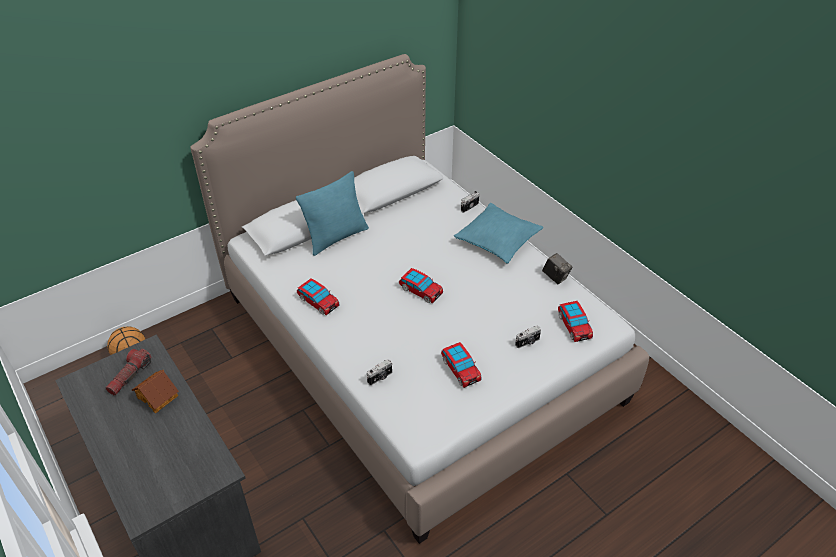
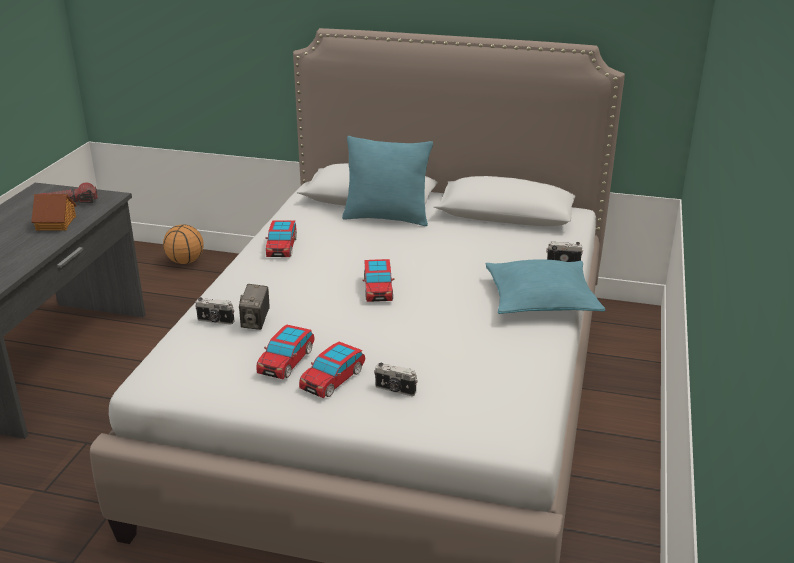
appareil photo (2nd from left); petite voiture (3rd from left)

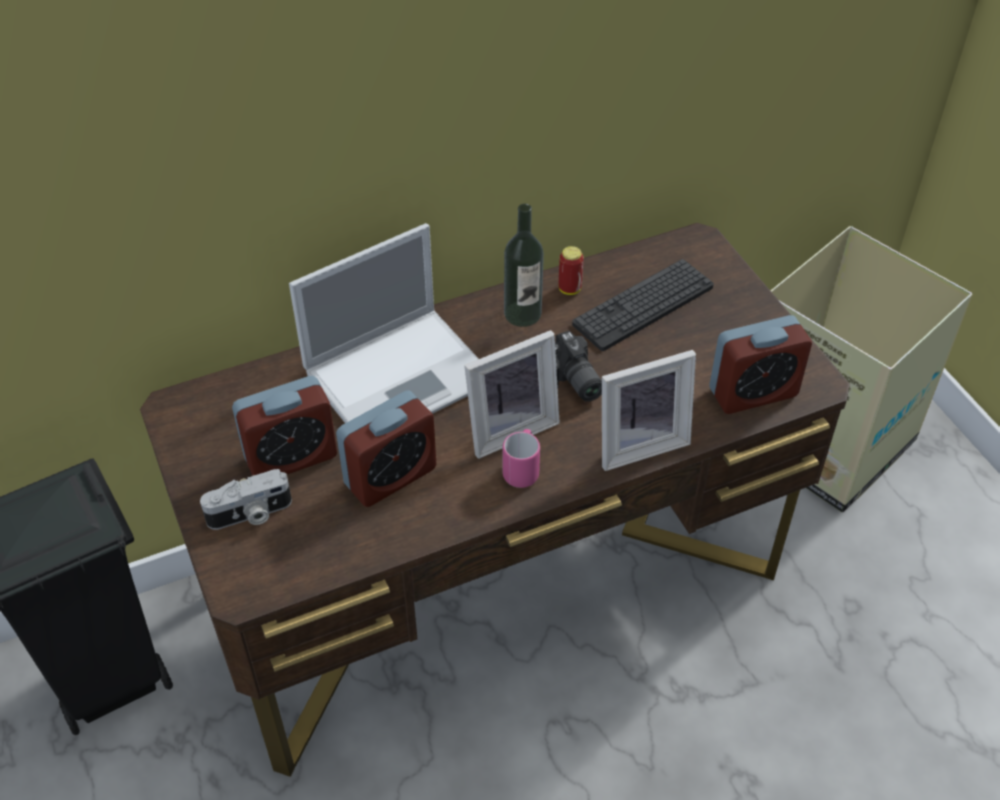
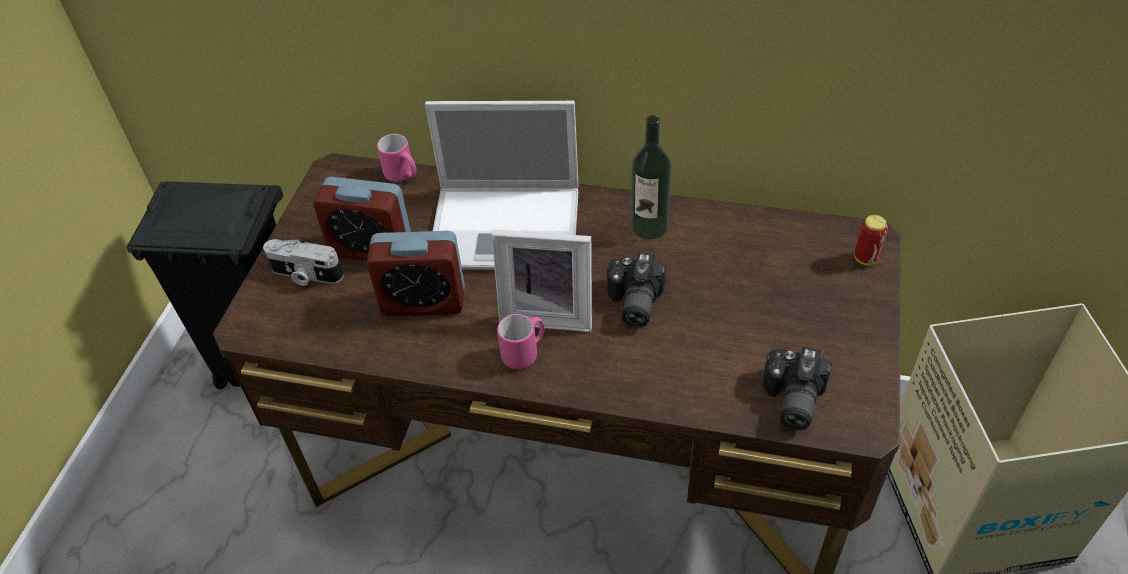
clavier; cadre photo (2nd from left in the first image); mug [rose] (1st from left); boîte métallique; appareil photo (3rd from left)

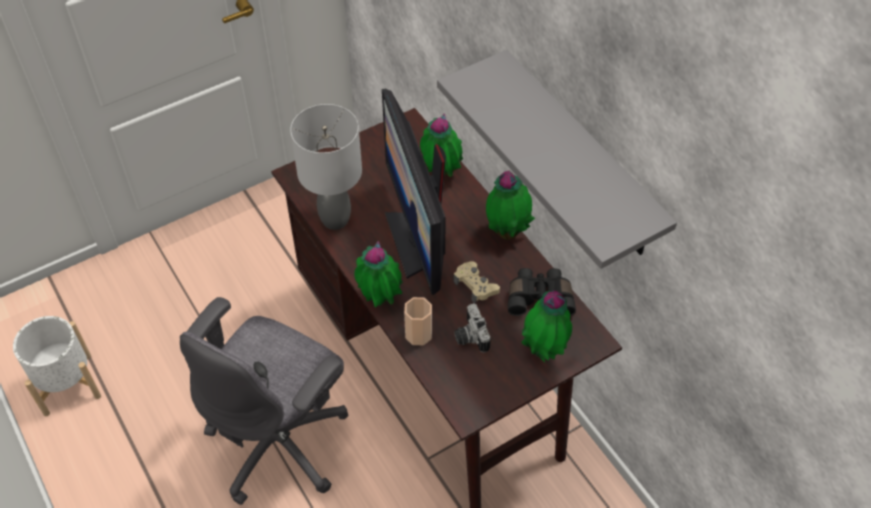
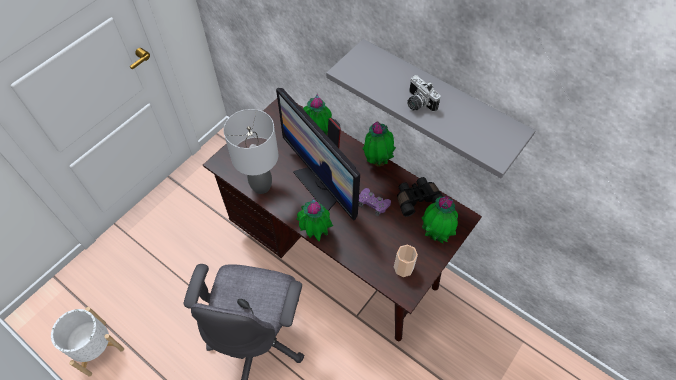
tasse; appareil photo; manette [violet]

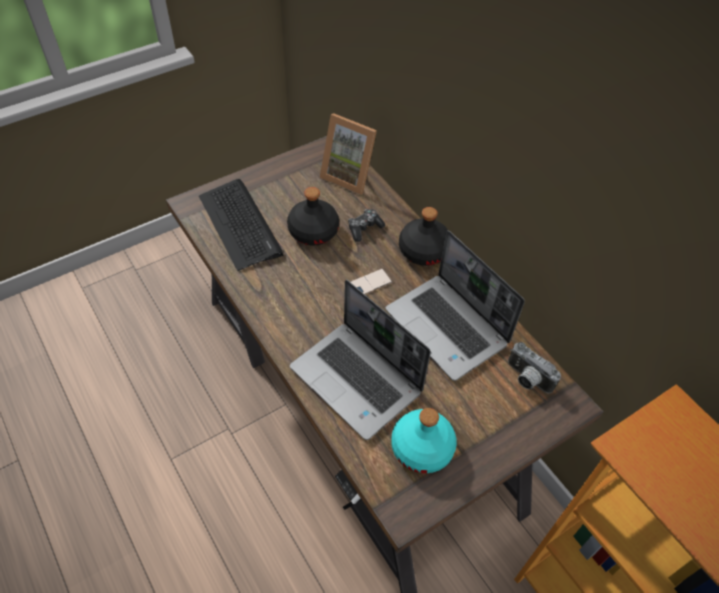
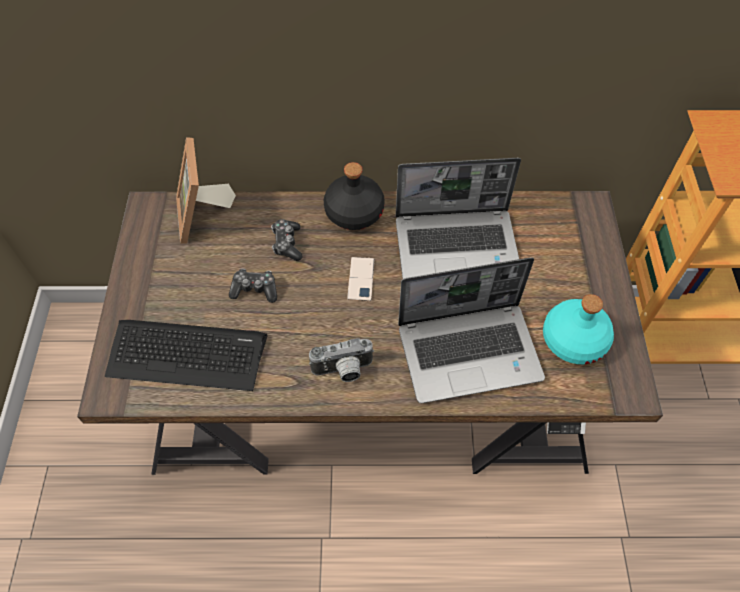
appareil photo; manette (1st from left); cadre photo

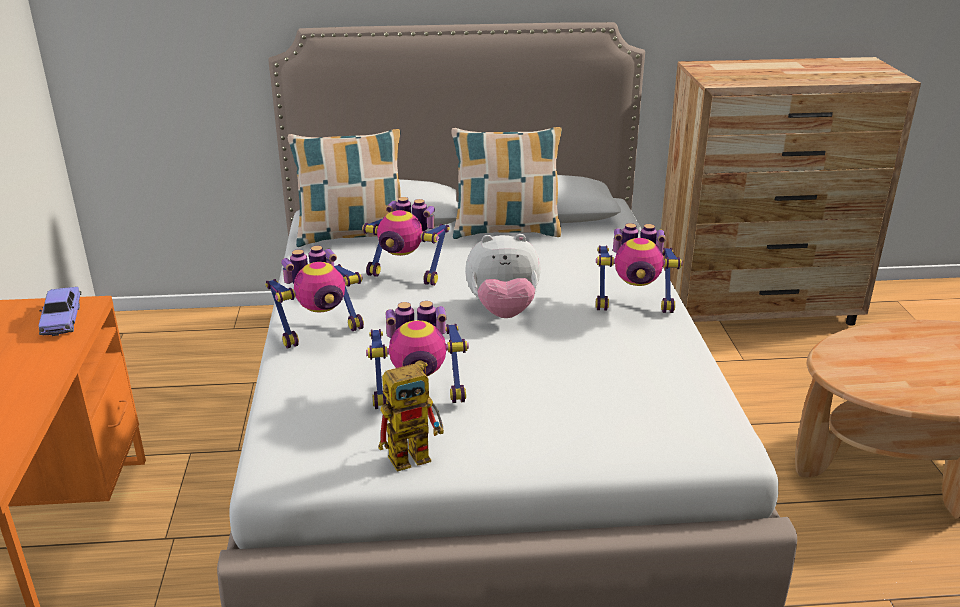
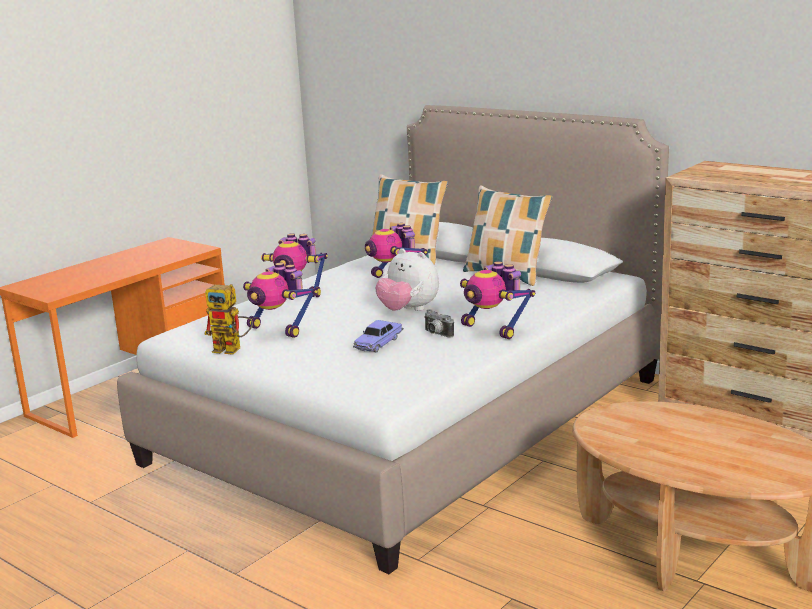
appareil photo; petite voiture

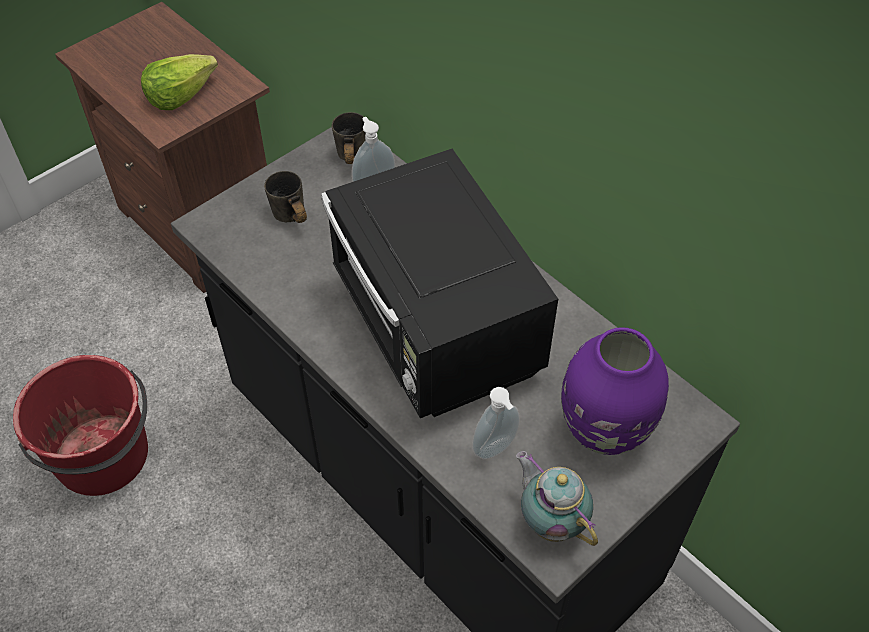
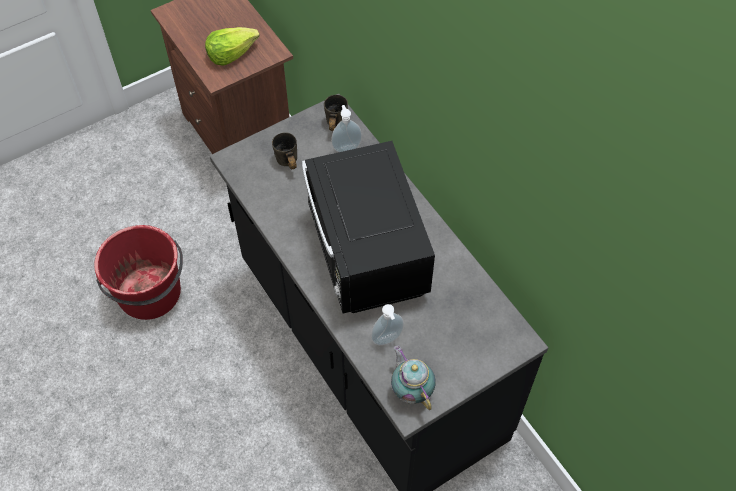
vase [violet]

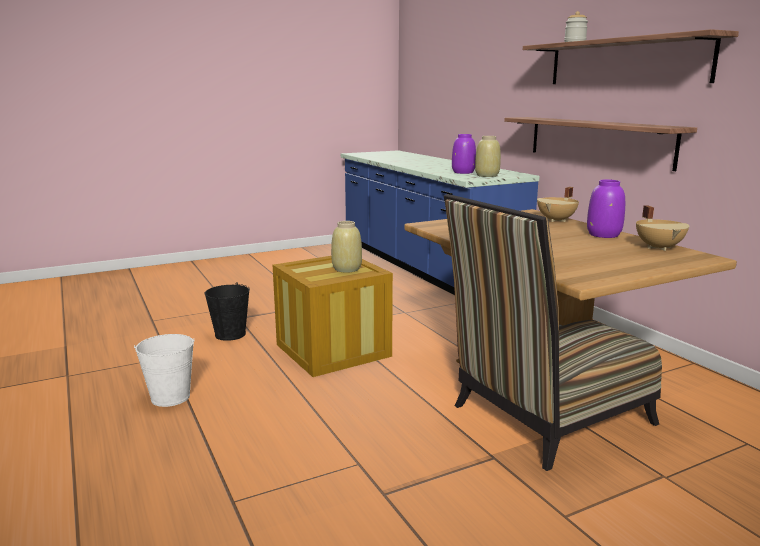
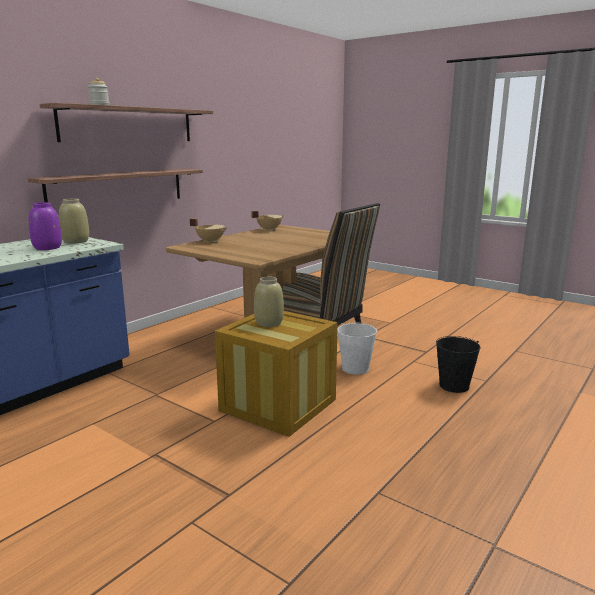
vase [violet] (2nd from left in the first image); seau [blanc]; seau [noir]

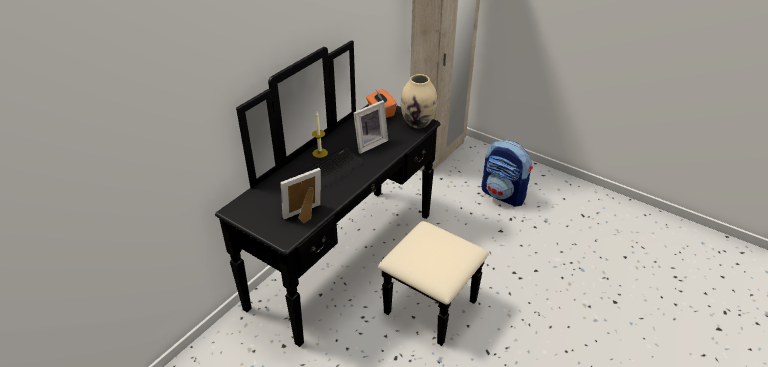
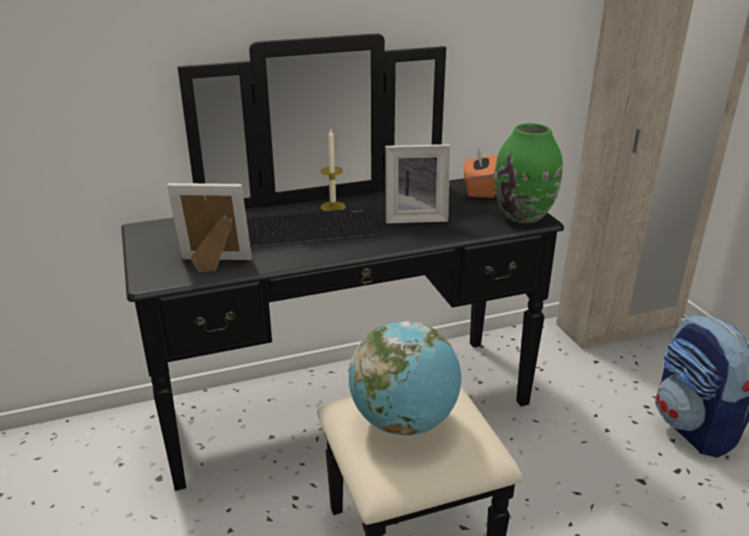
globe; vase [vert]

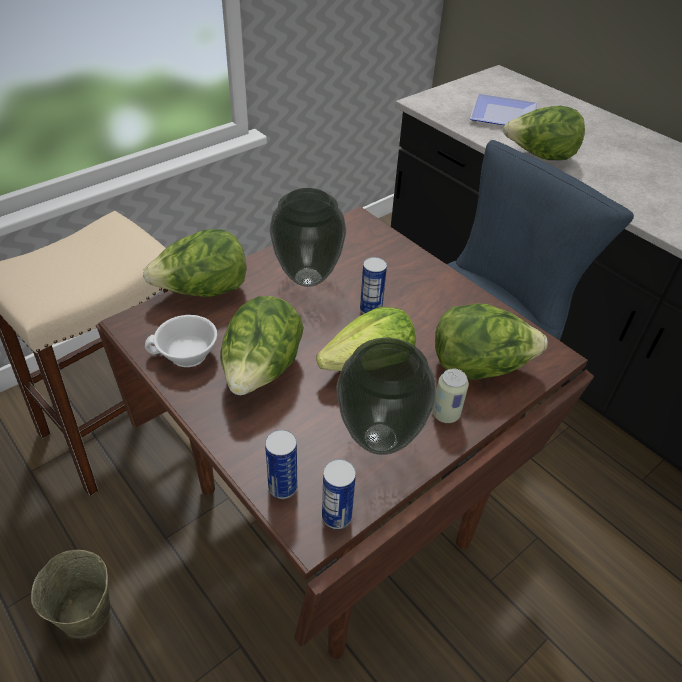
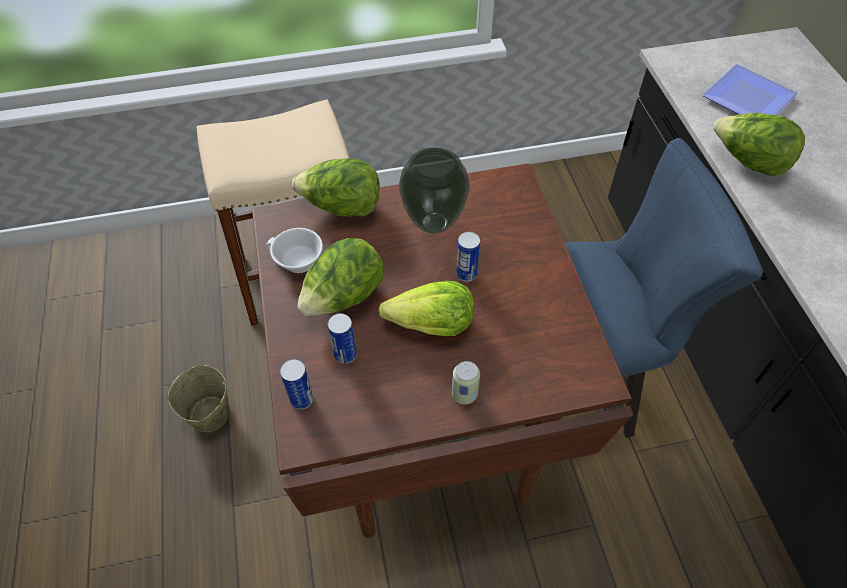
vase (2nd from left in the first image); laitue (4th from left in the first image); boîte métallique (2nd from left)

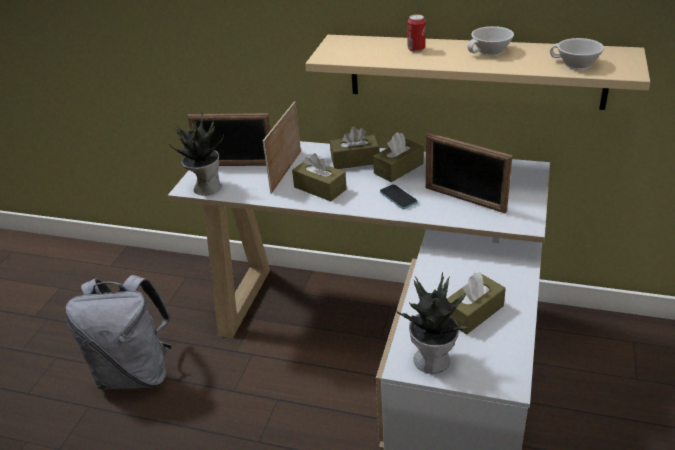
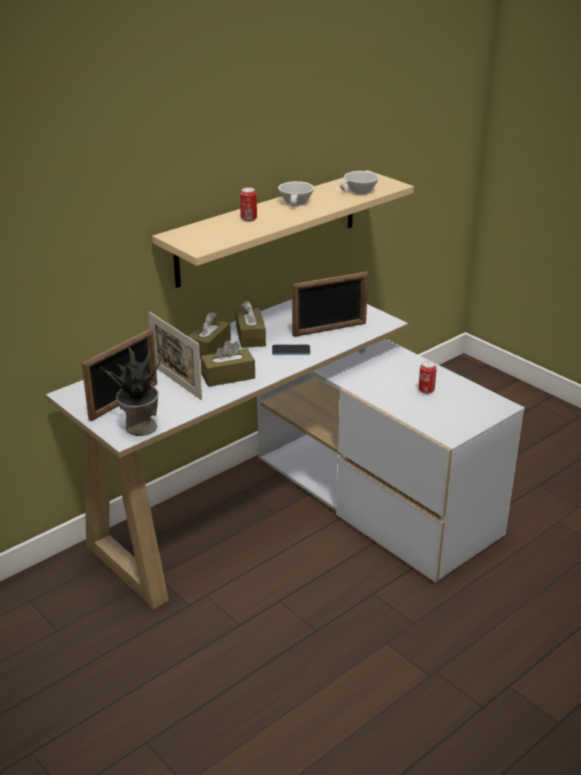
sac à dos [gris]; plante en pot (2nd from left in the first image); boîte métallique (2nd from left)

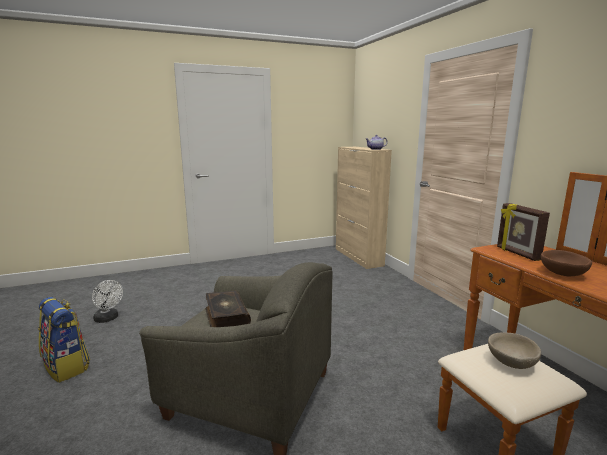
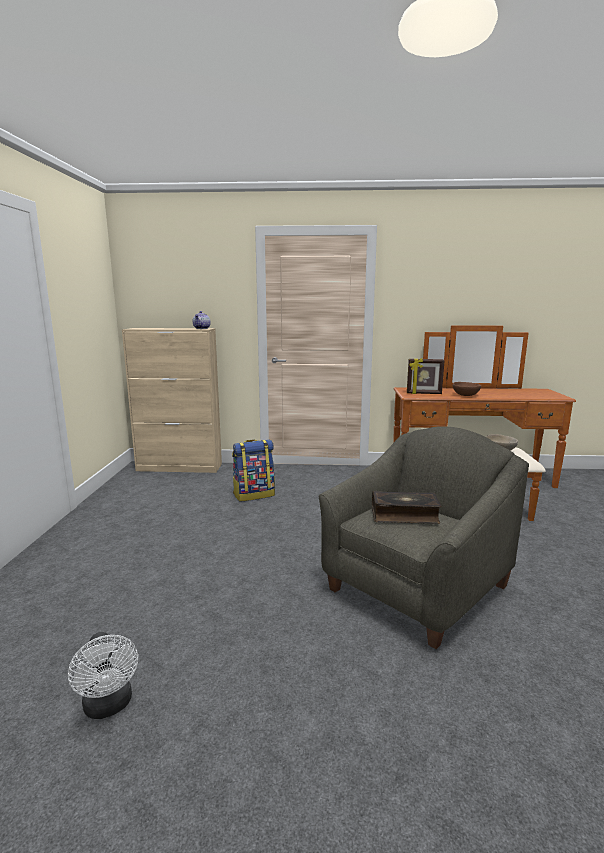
sac à dos; ventilateur [blanc]

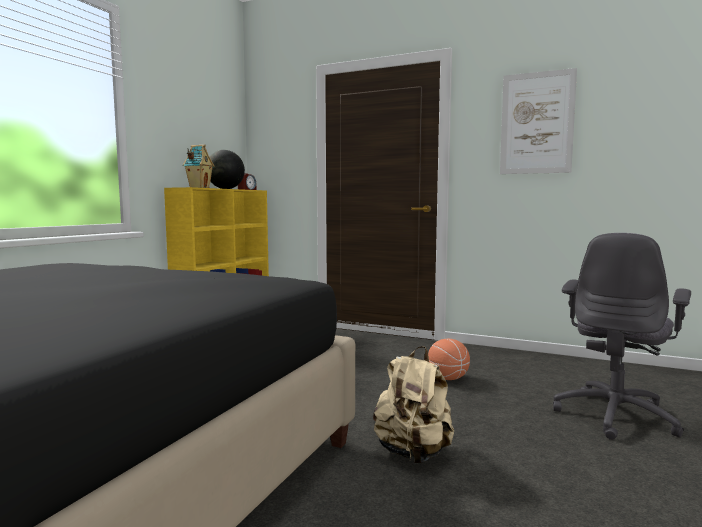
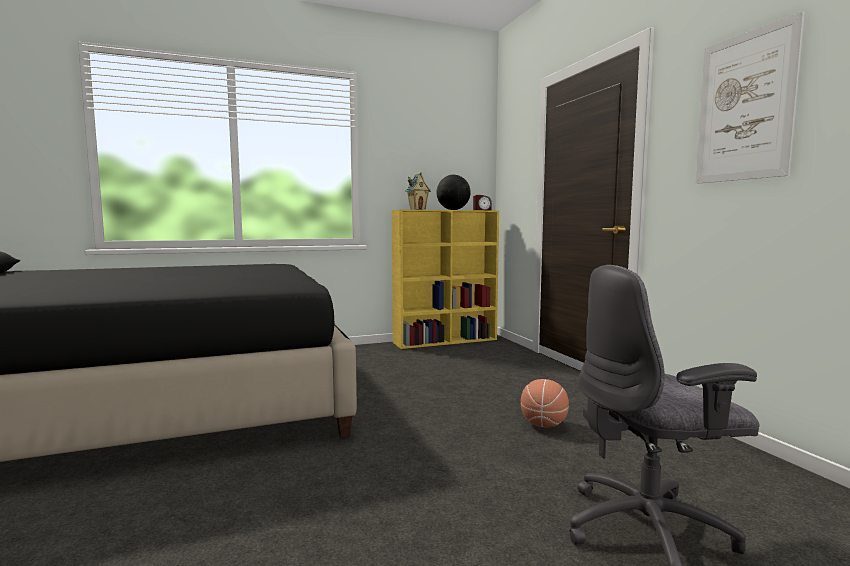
sac à dos [beige]

